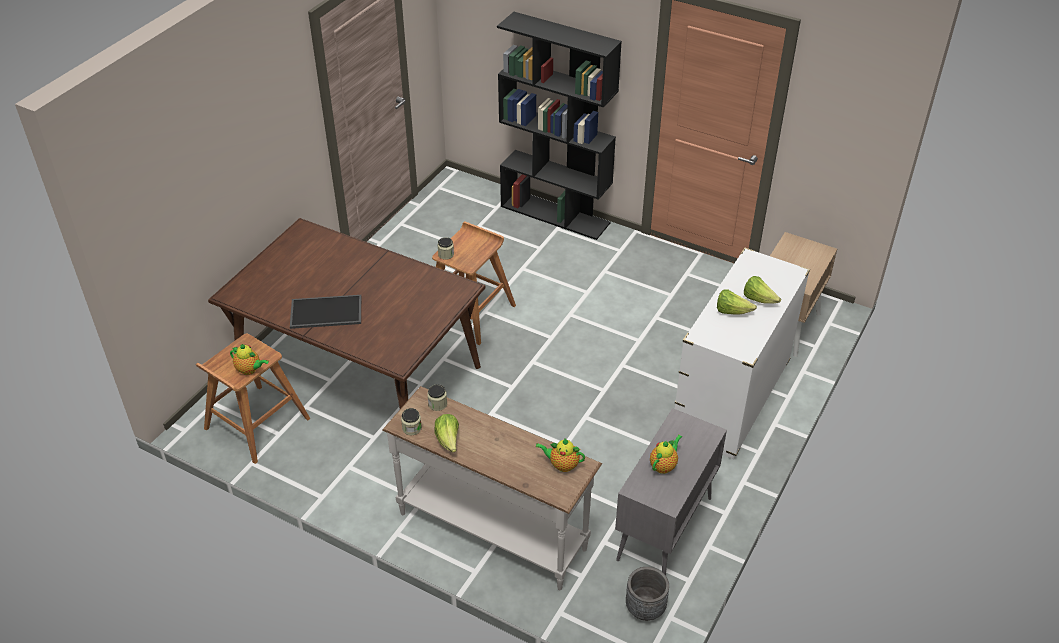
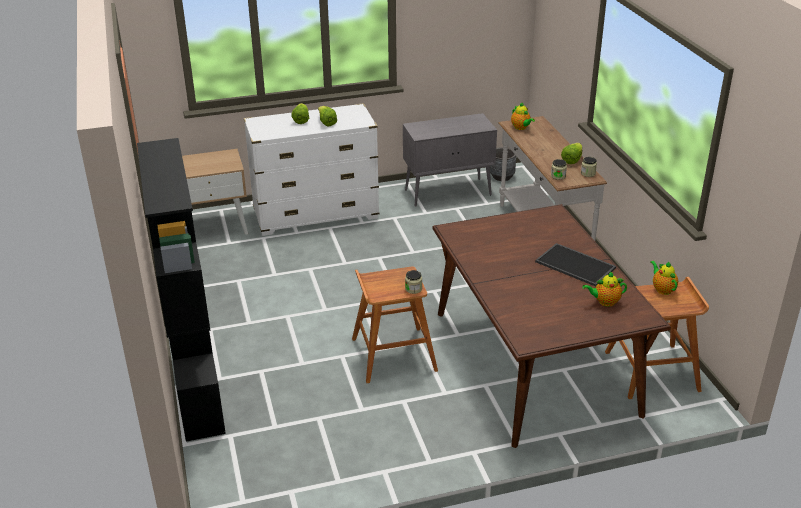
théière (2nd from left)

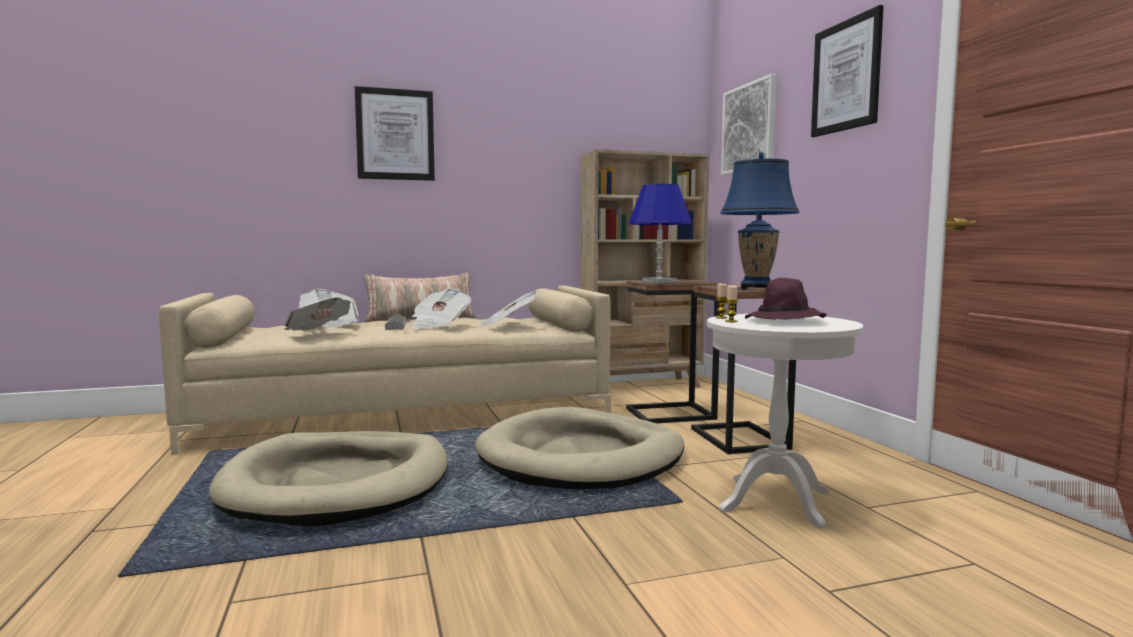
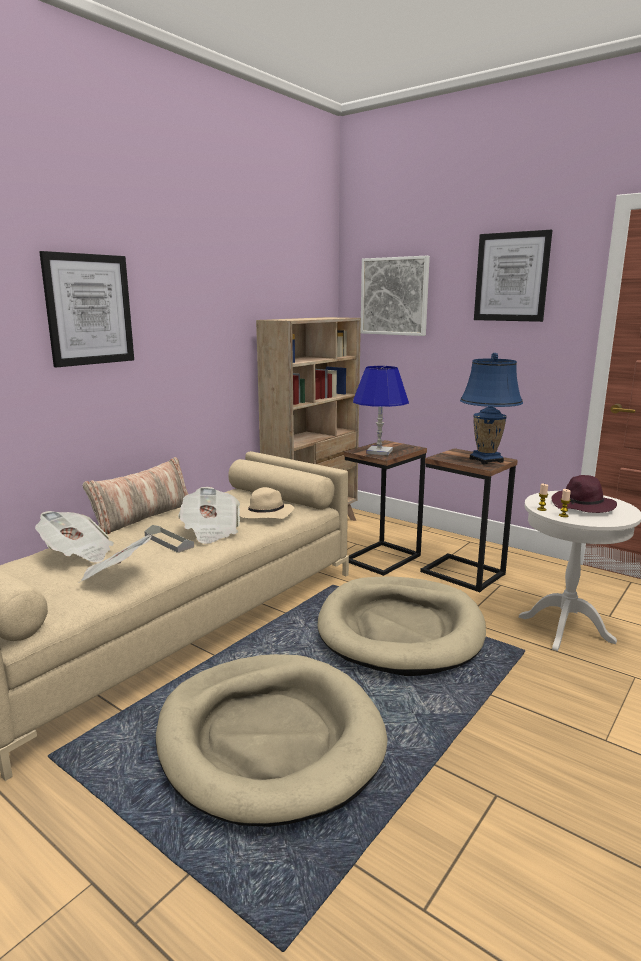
chapeau [beige]

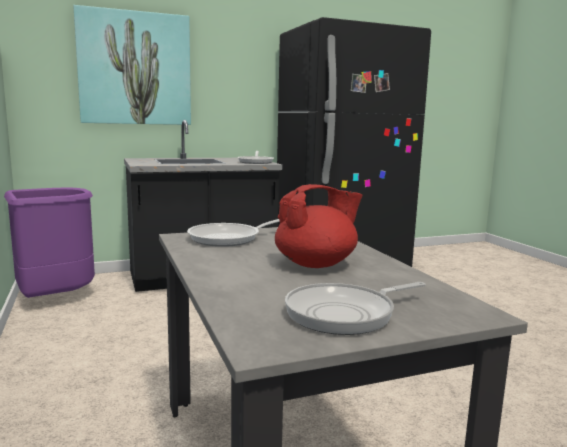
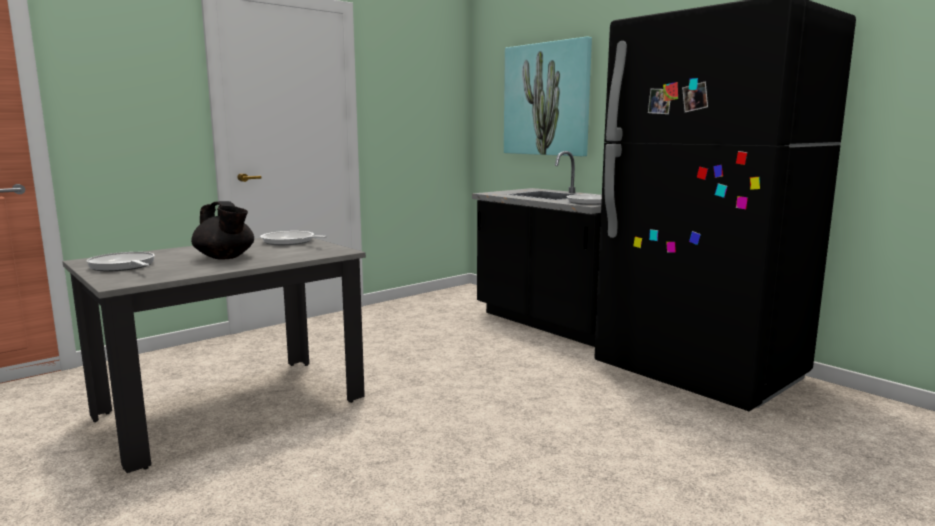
poubelle [violet]; théière [noir]

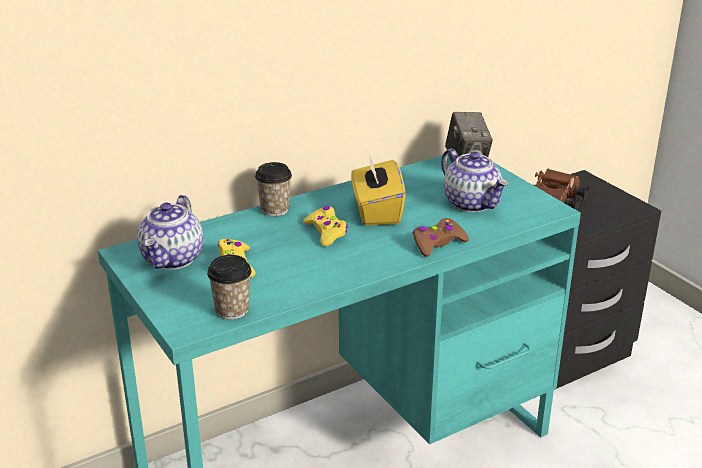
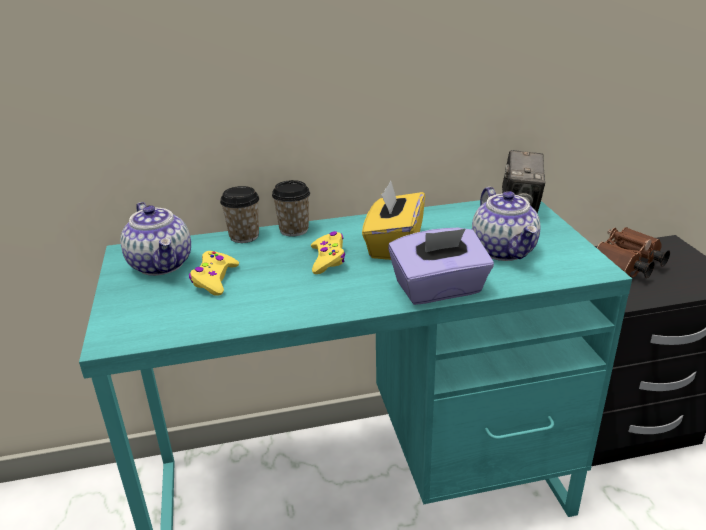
tasse (1st from left); boîte à mouchoirs [violet]; théière (1st from left)

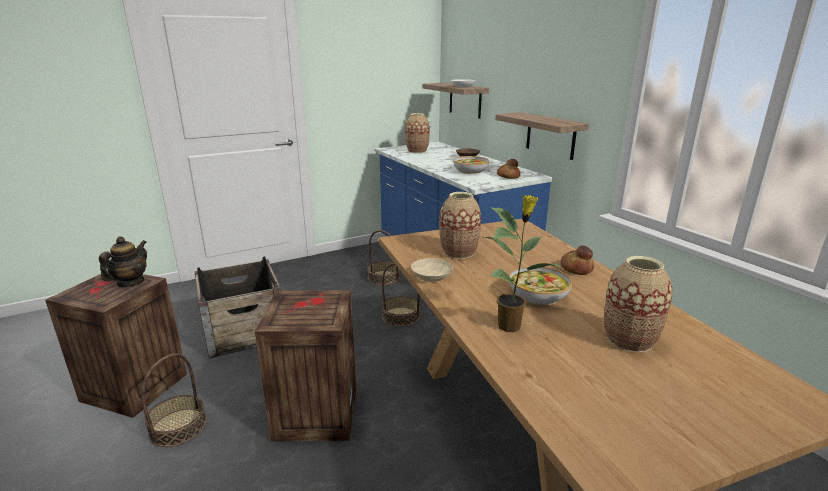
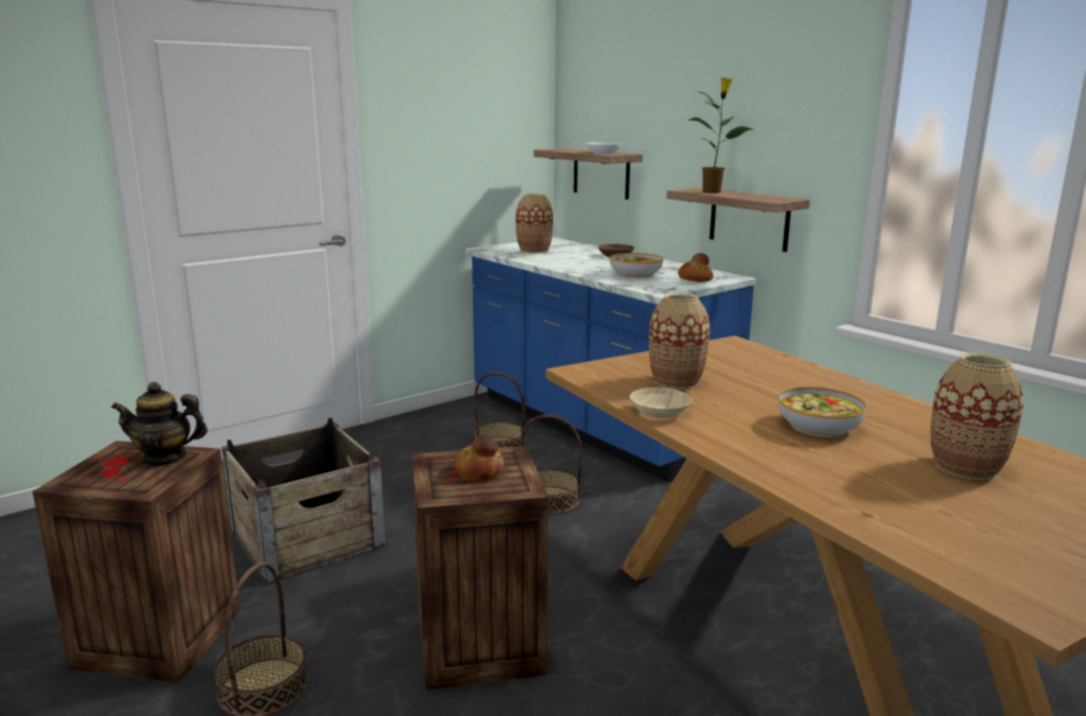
plante en pot; pain (1st from left); théière

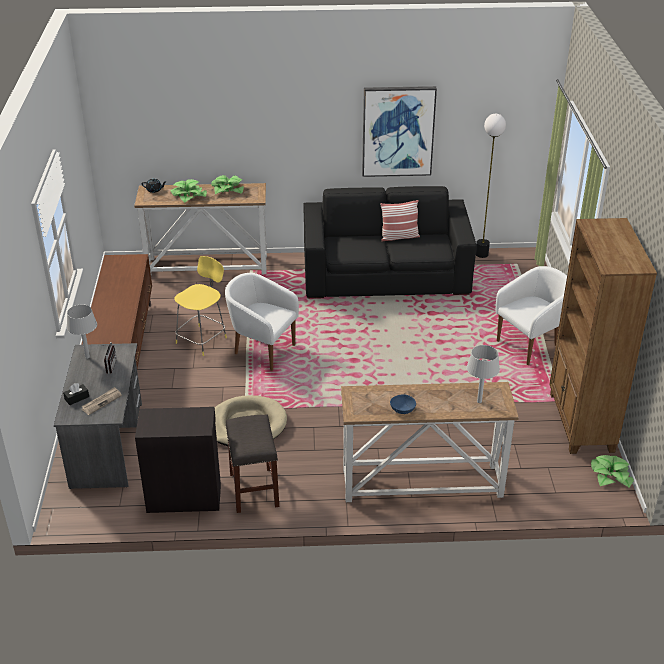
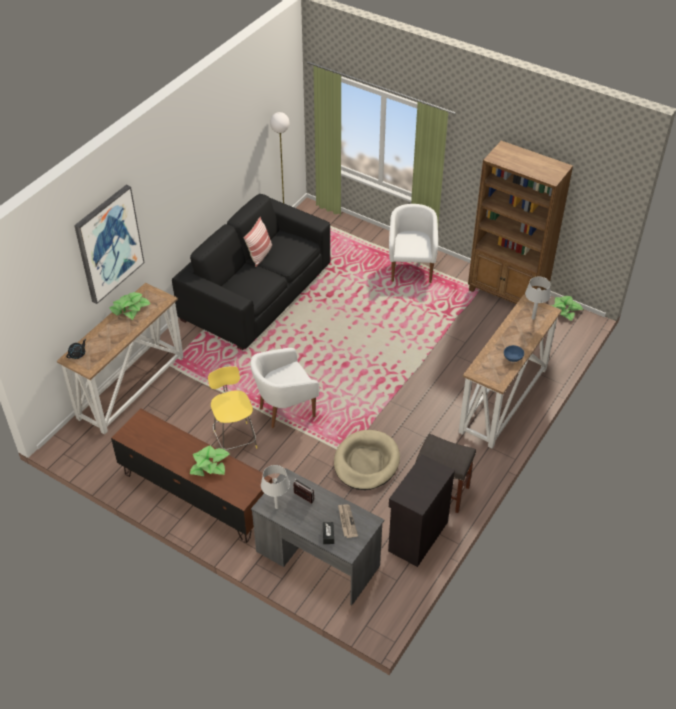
plante en pot (2nd from left); tableau

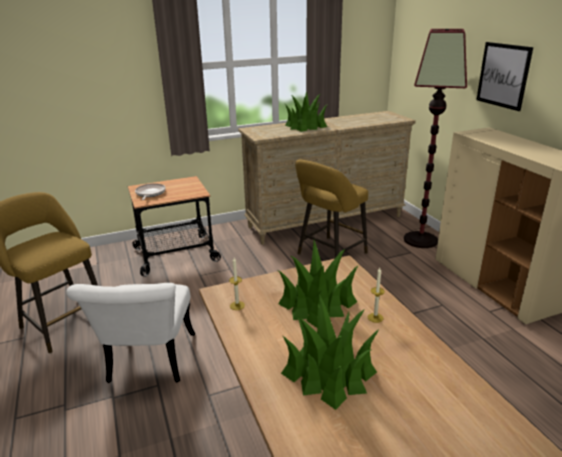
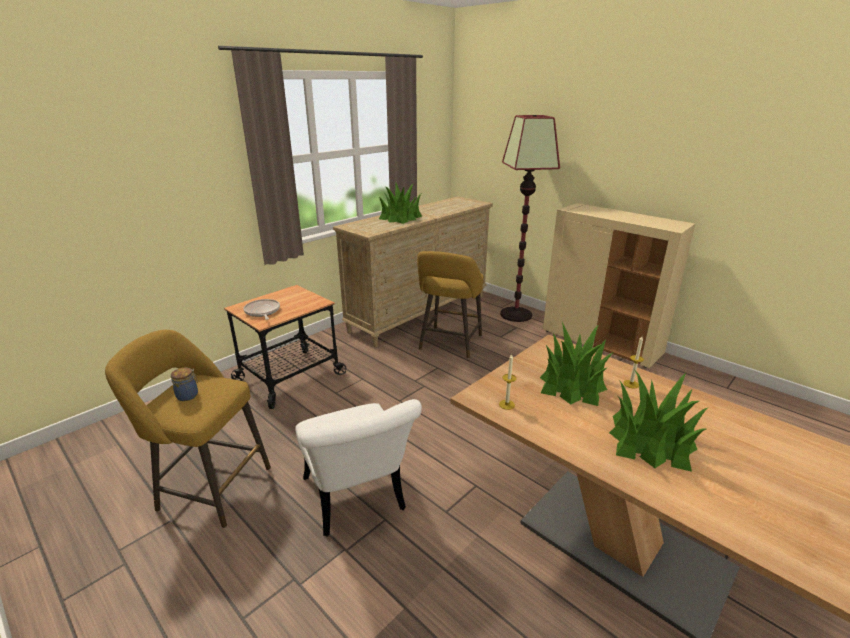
tableau; bocal

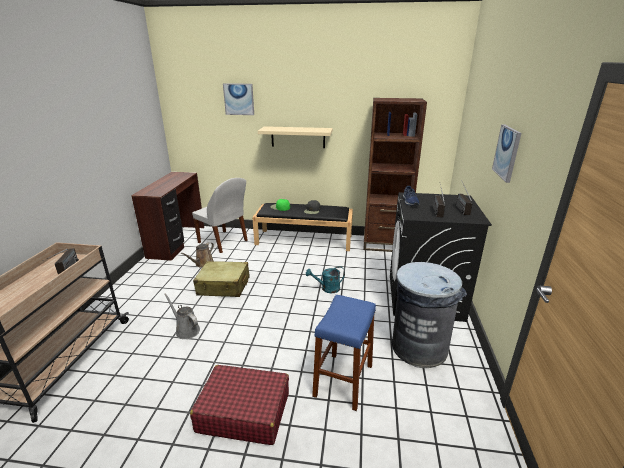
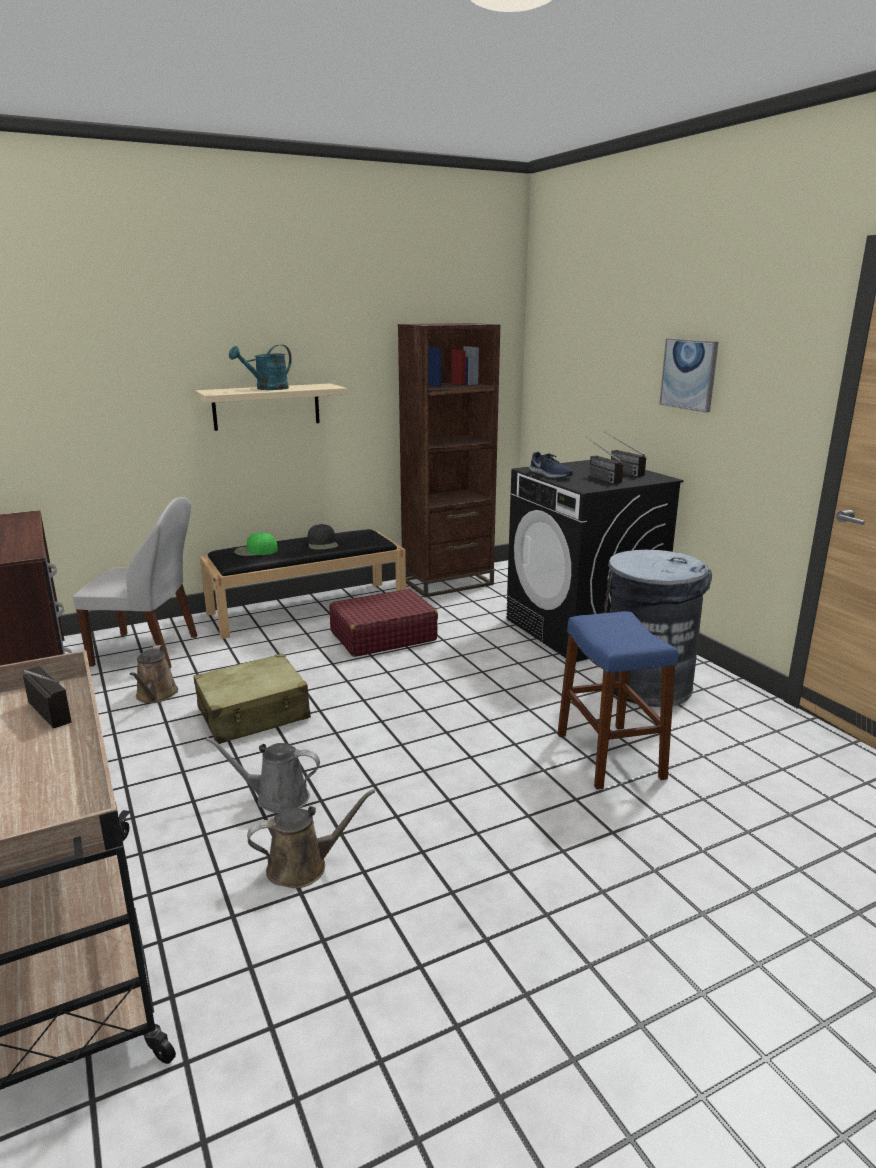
tableau (1st from left in the first image); arrosoir [marron] (2nd from left); valise [rouge]; arrosoir [turquoise]

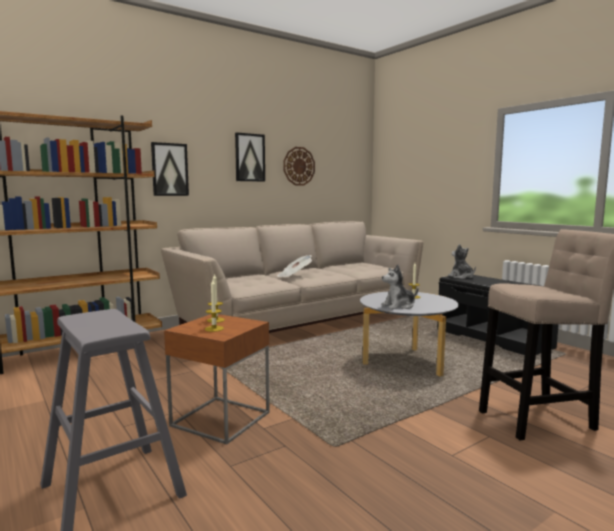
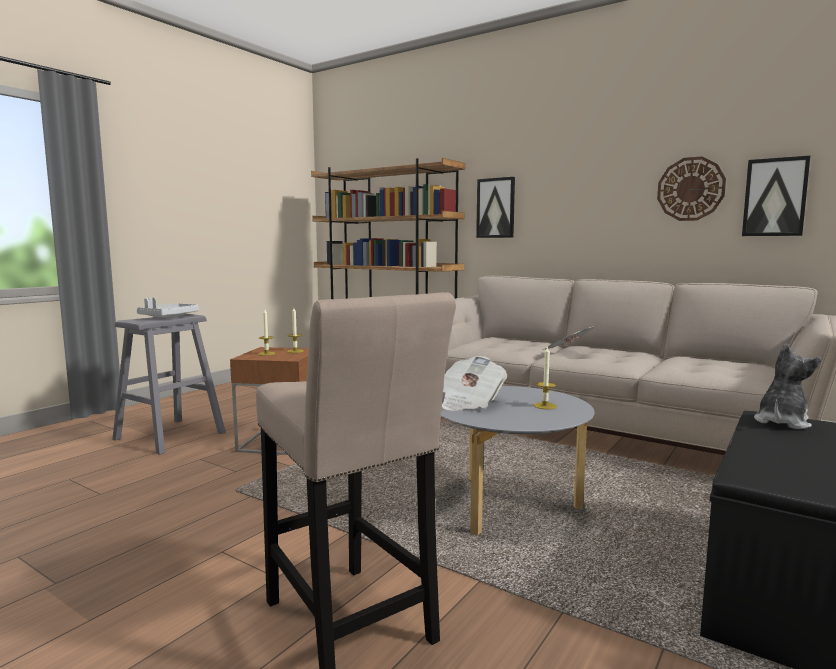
plateau [gris]; tableau (2nd from left); journal (1st from left)

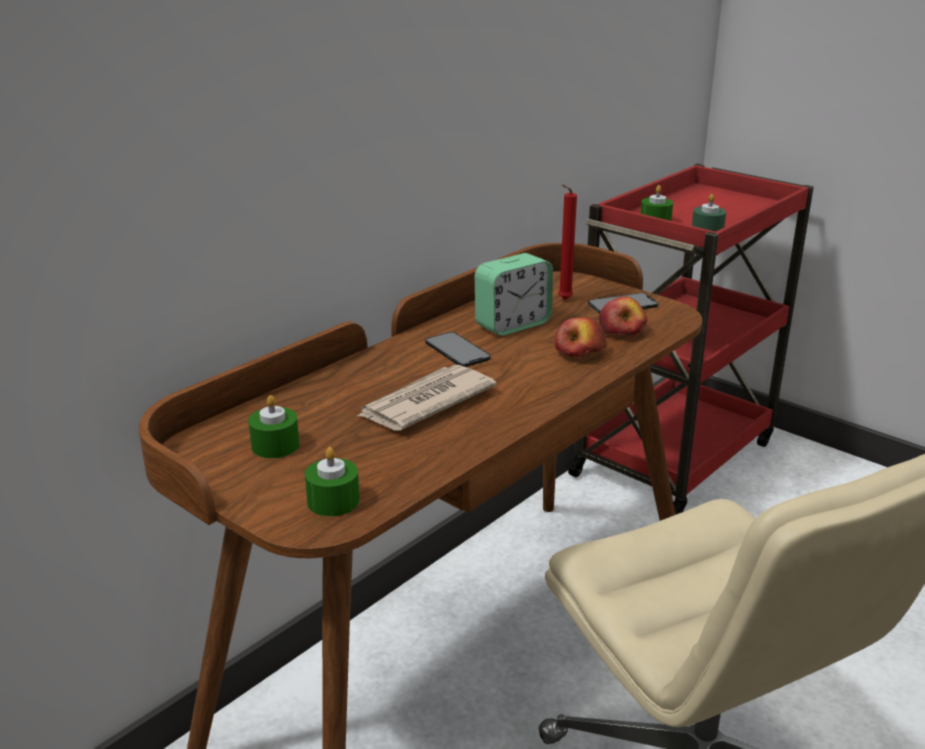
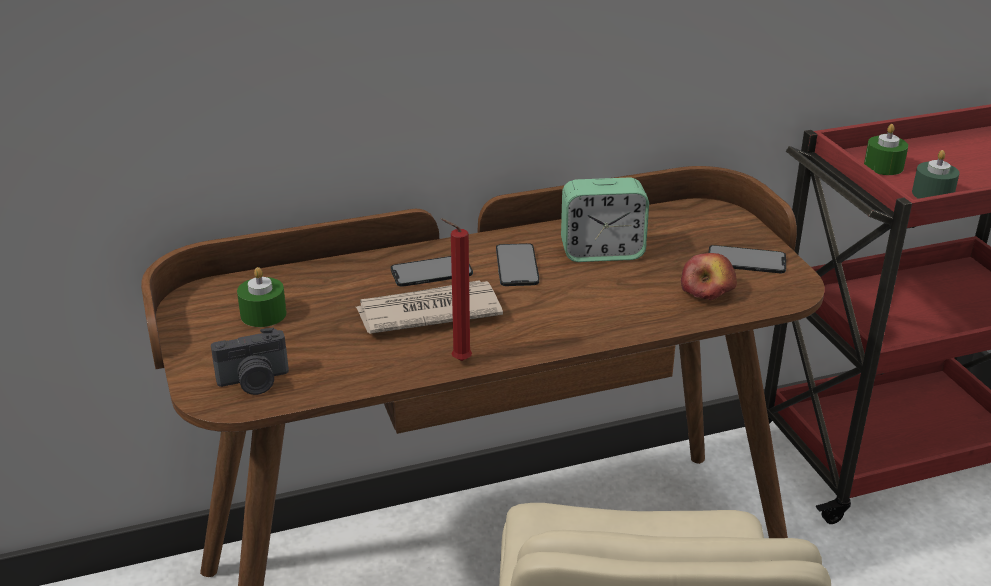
pomme (1st from left in the first image); téléphone (1st from left); bougie [rouge]; appareil photo

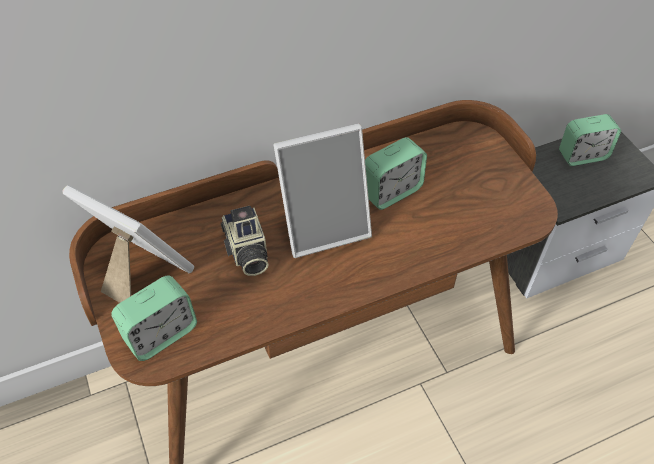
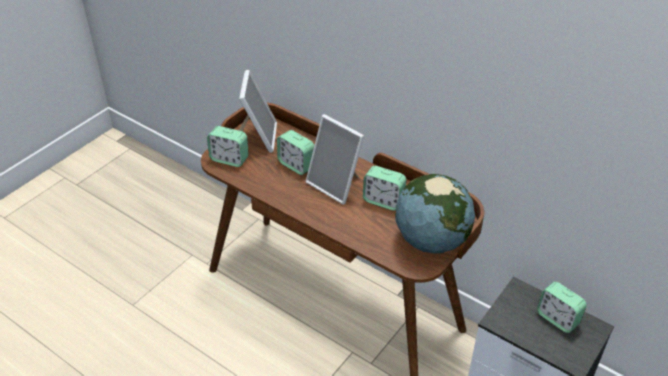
globe; réveil (2nd from left)

